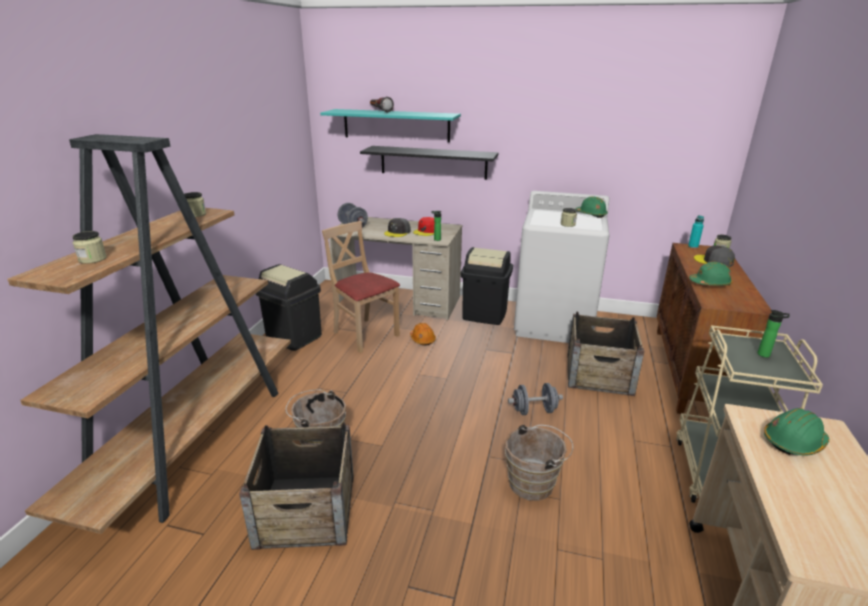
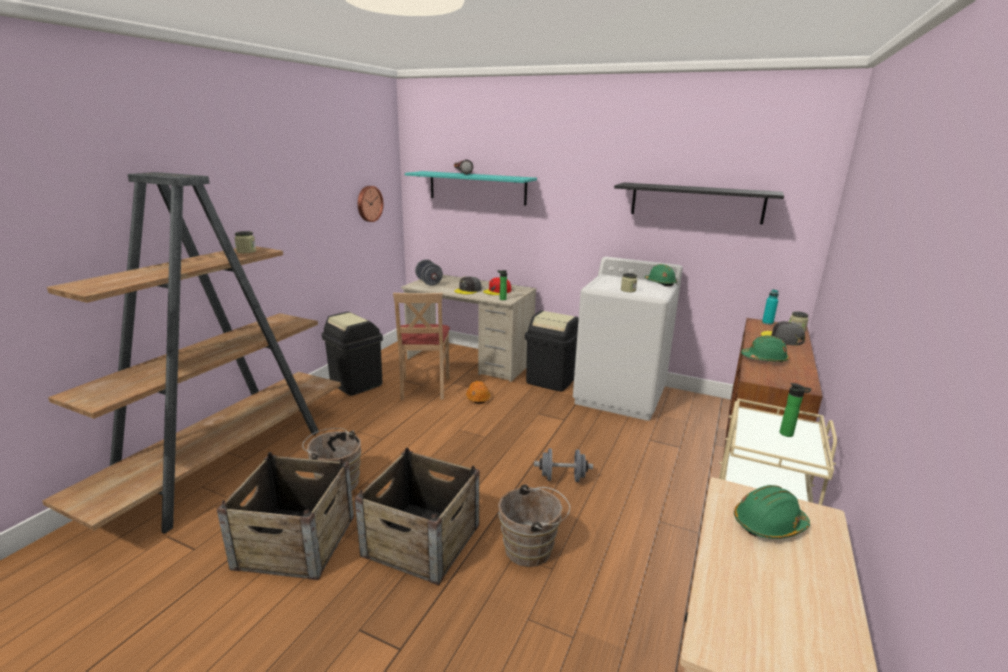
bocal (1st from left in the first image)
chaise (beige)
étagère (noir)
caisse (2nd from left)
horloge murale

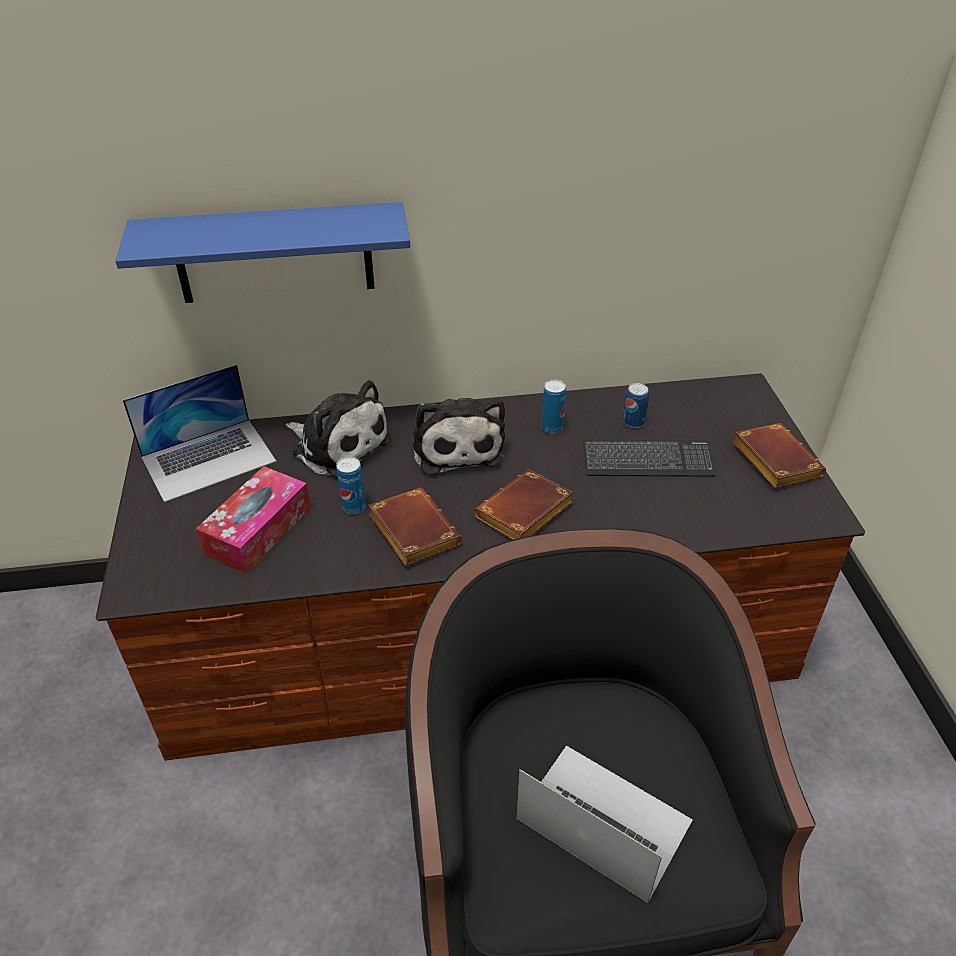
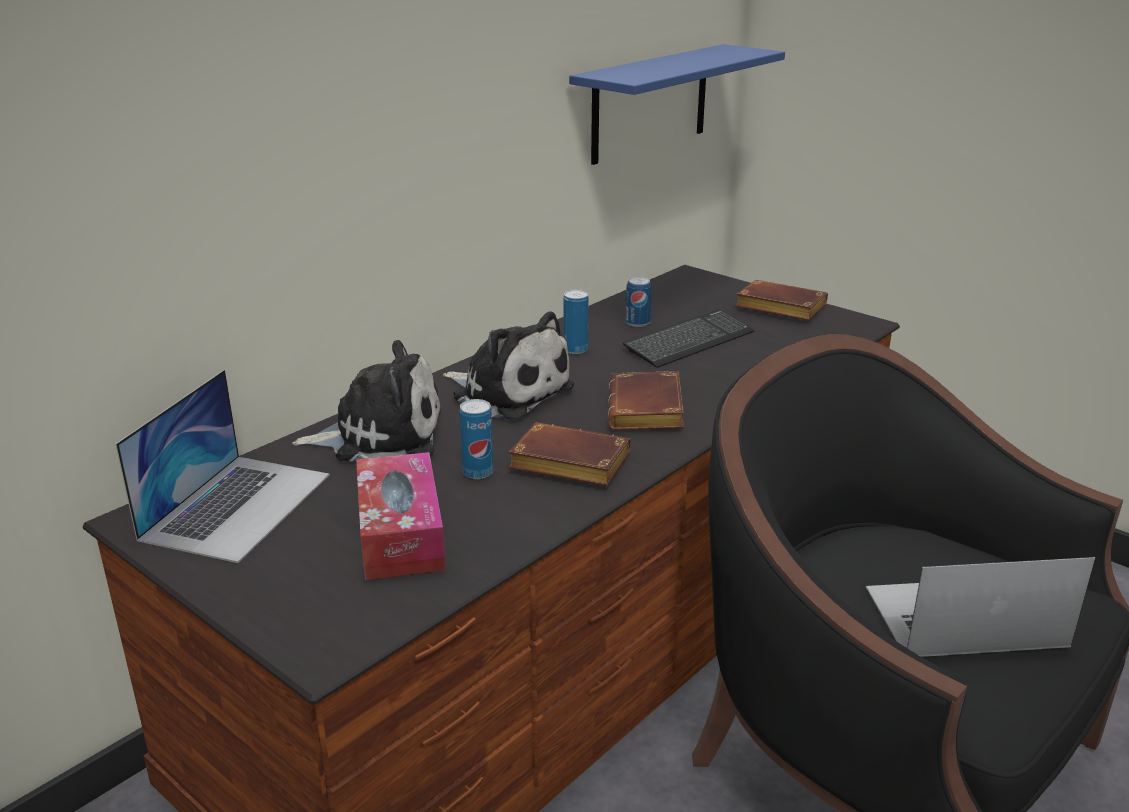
étagère (bleu)

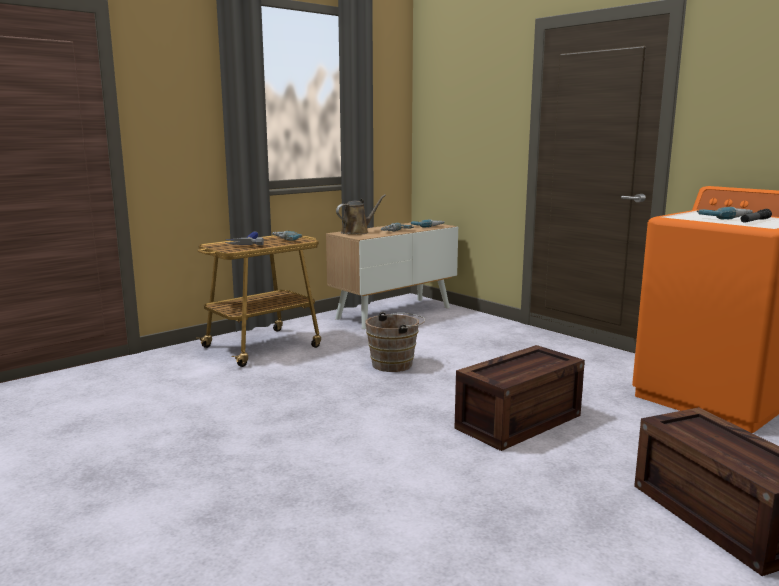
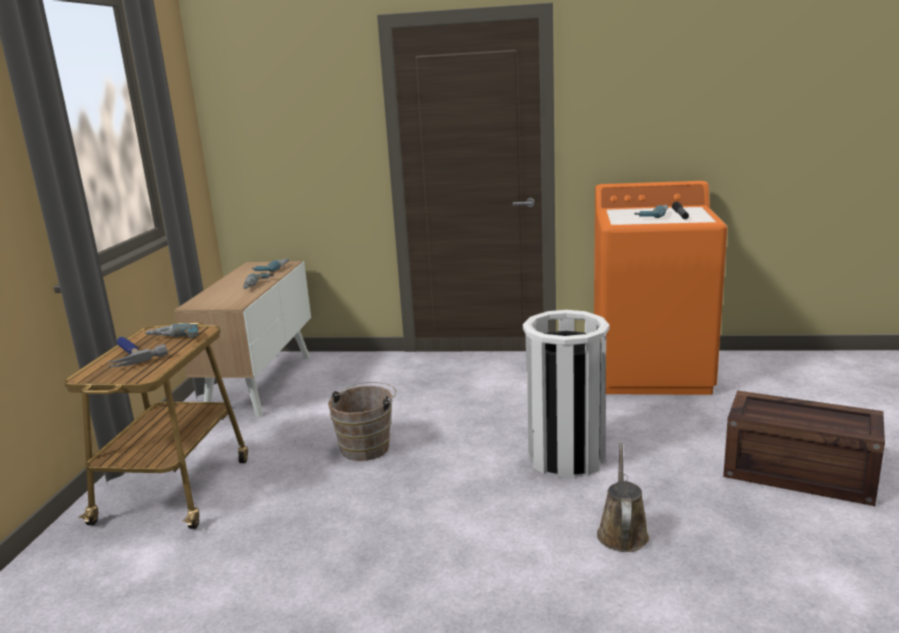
arrosoir (marron)
poubelle (blanc)

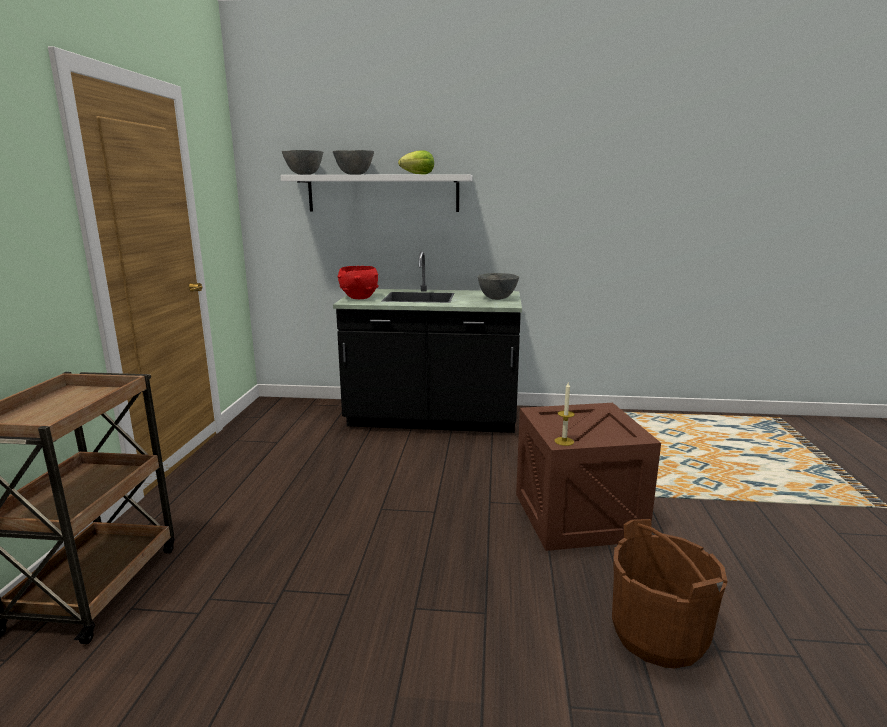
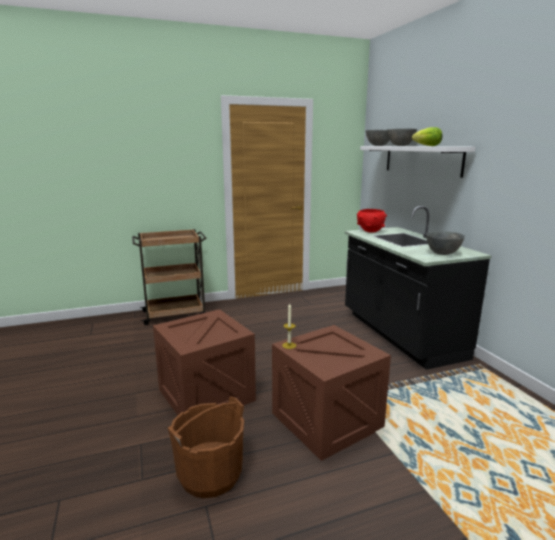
caisse (1st from left)

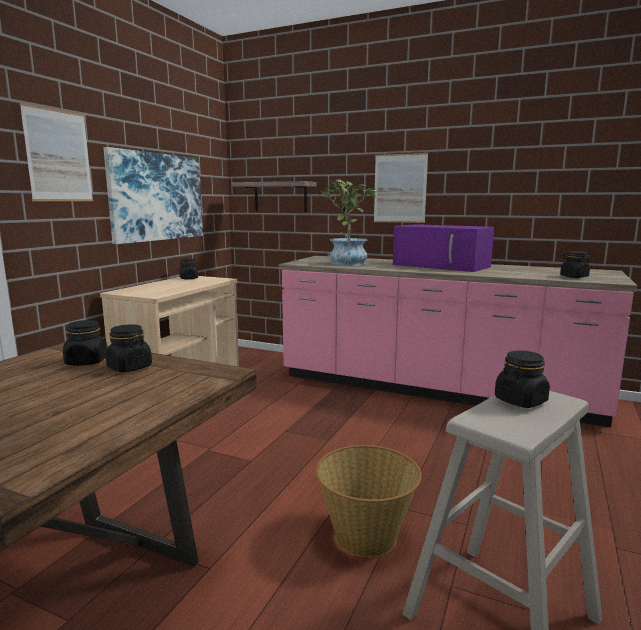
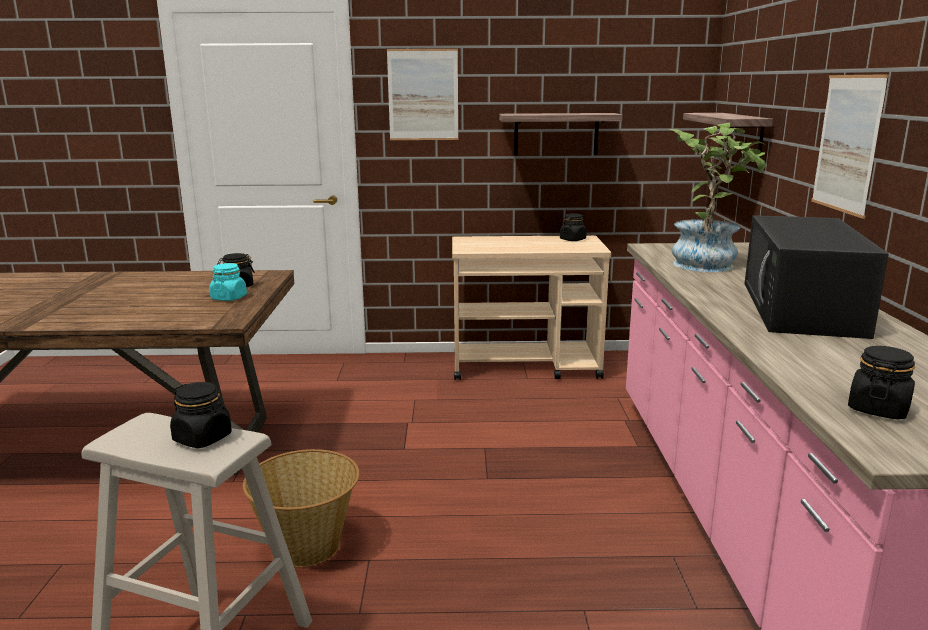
étagère (1st from left)
bocal (turquoise)
micro-ondes (noir)

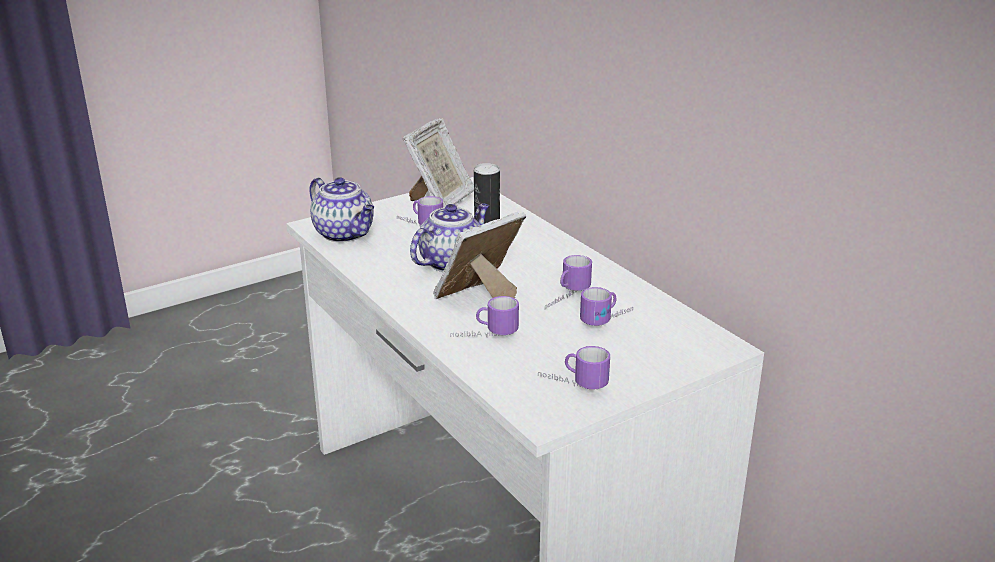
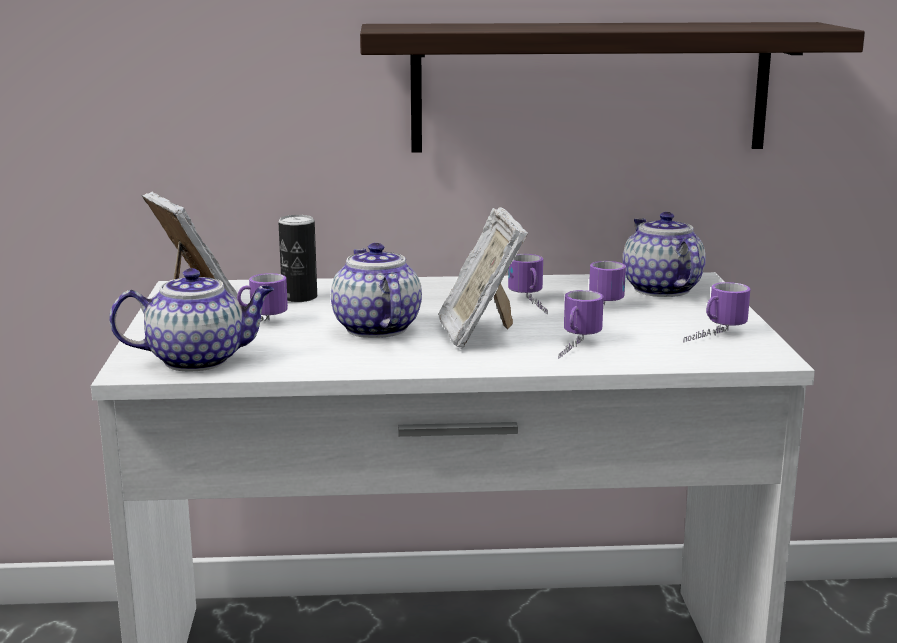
étagère
théière (3rd from left)

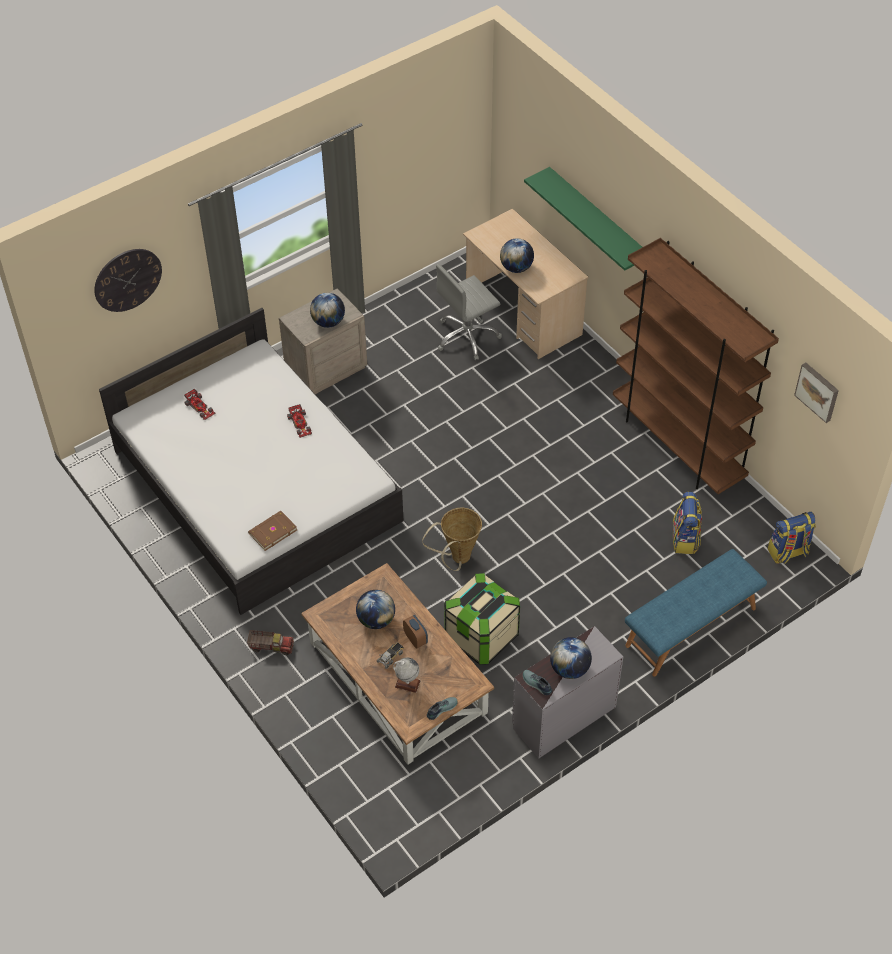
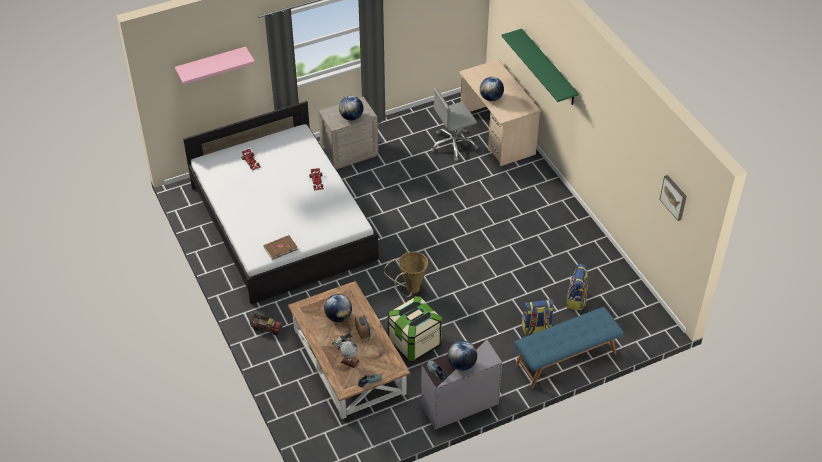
étagère (rose)
bibliothèque (marron)
sac à dos (1st from left)

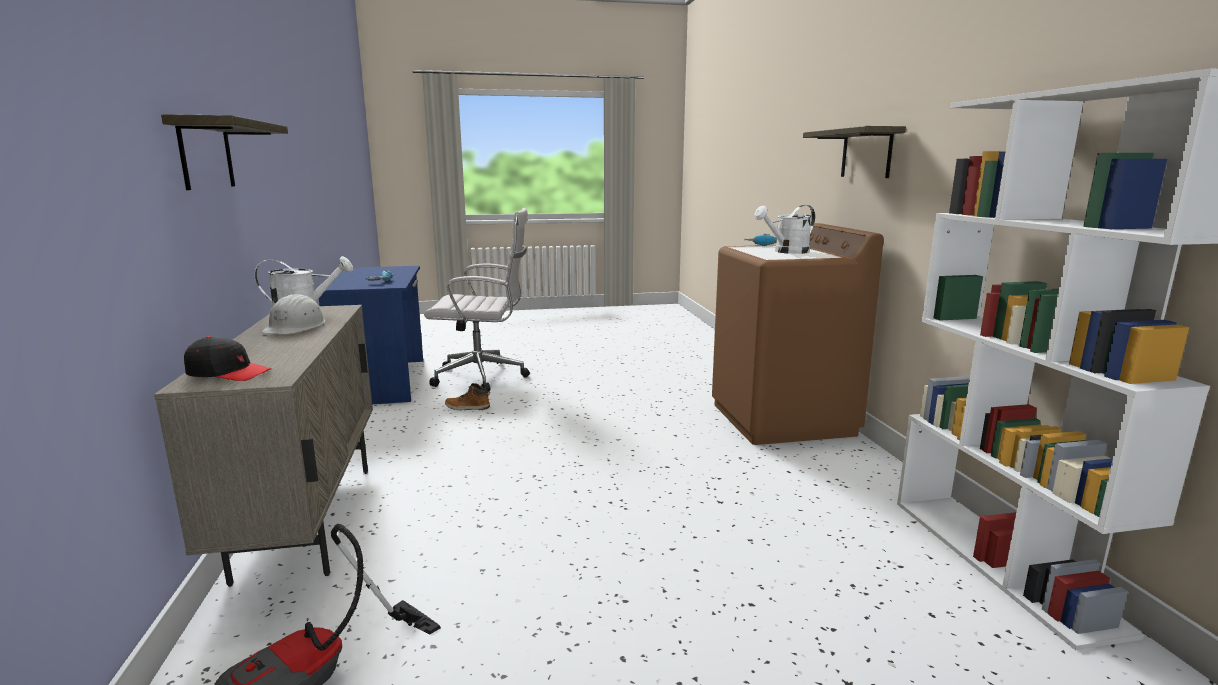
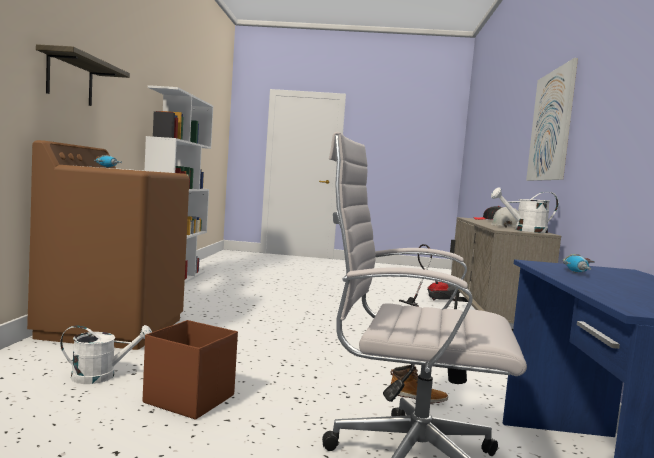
tableau
arrosoir (blanc) (1st from left)
boîte de rangement (marron)

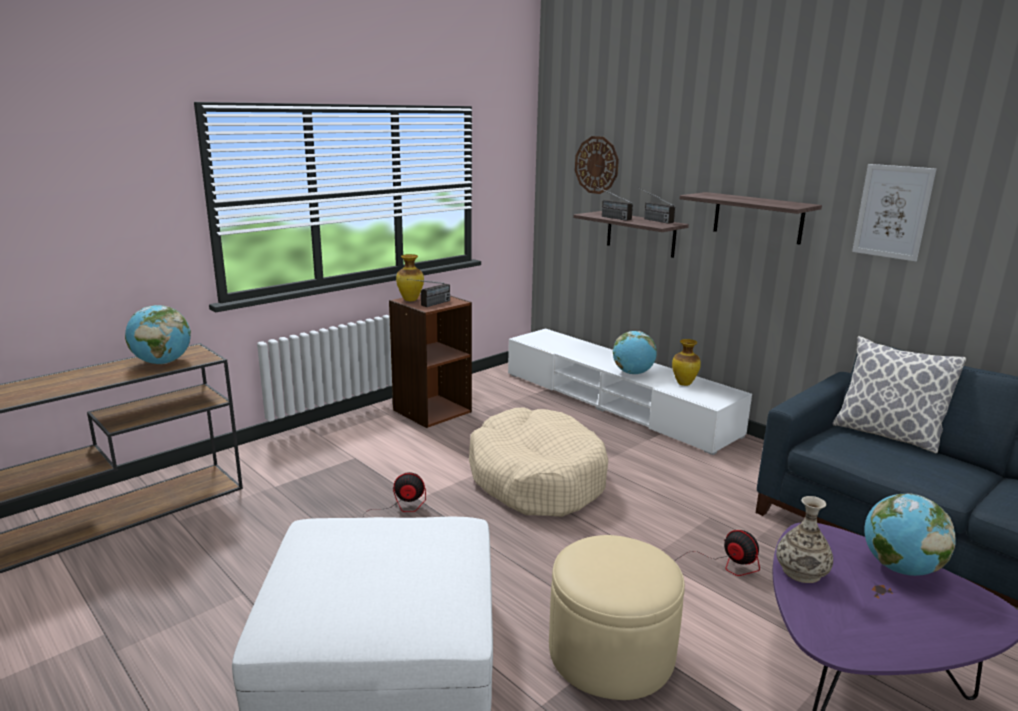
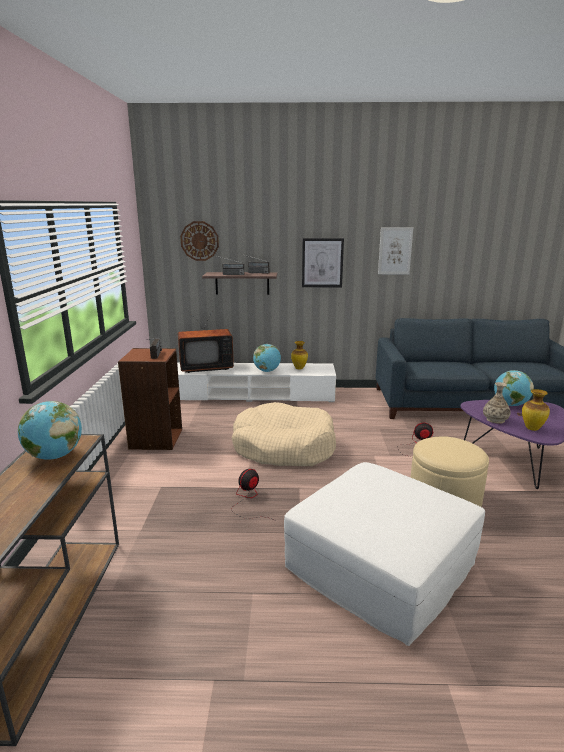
vase (3rd from left)
tableau (1st from left)
coussin
téléviseur

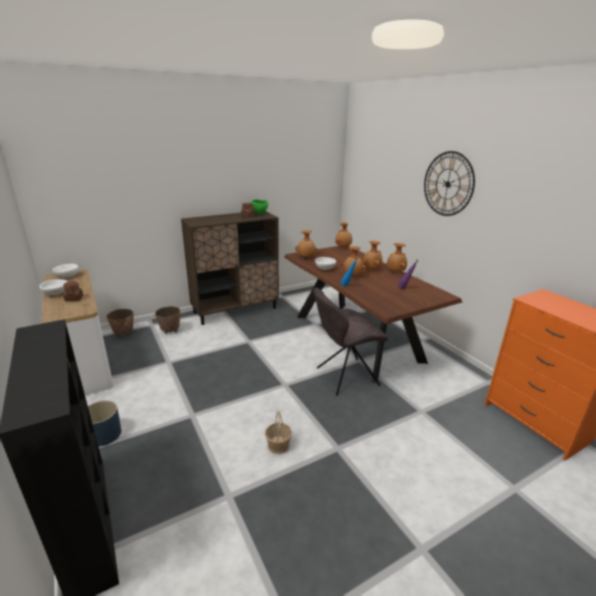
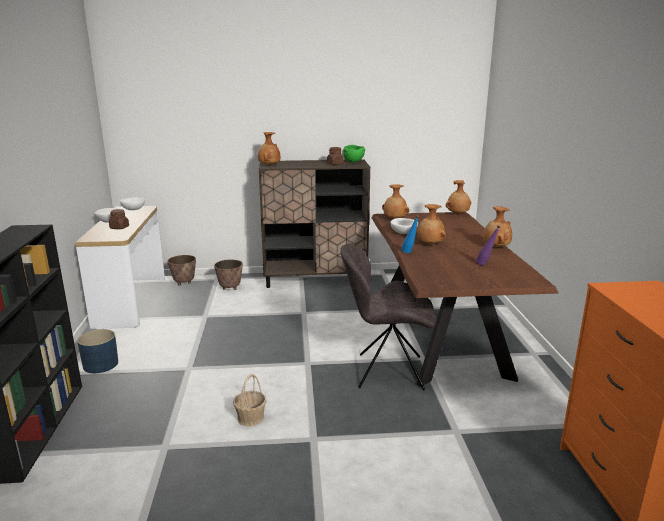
vase (marron) (1st from left)
horloge murale

